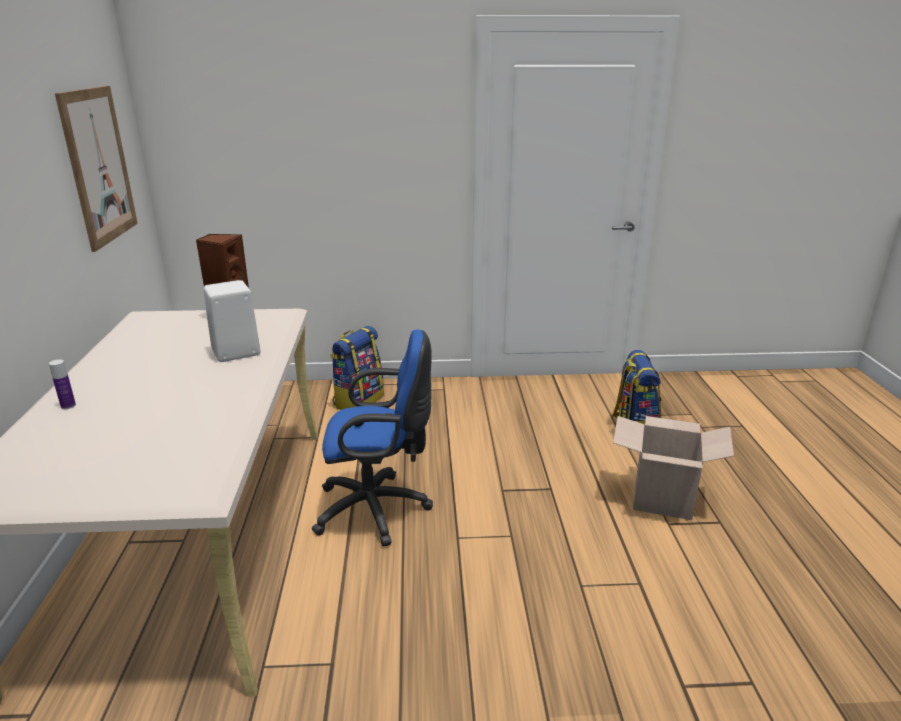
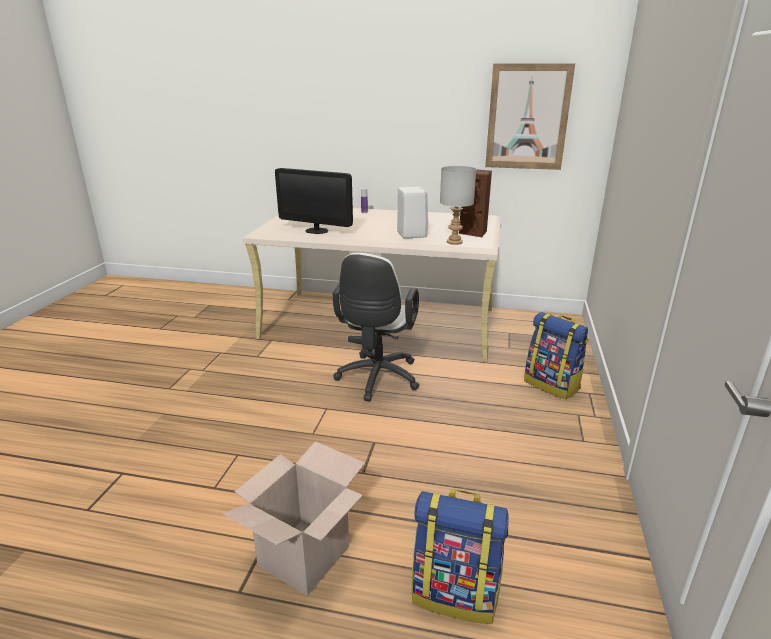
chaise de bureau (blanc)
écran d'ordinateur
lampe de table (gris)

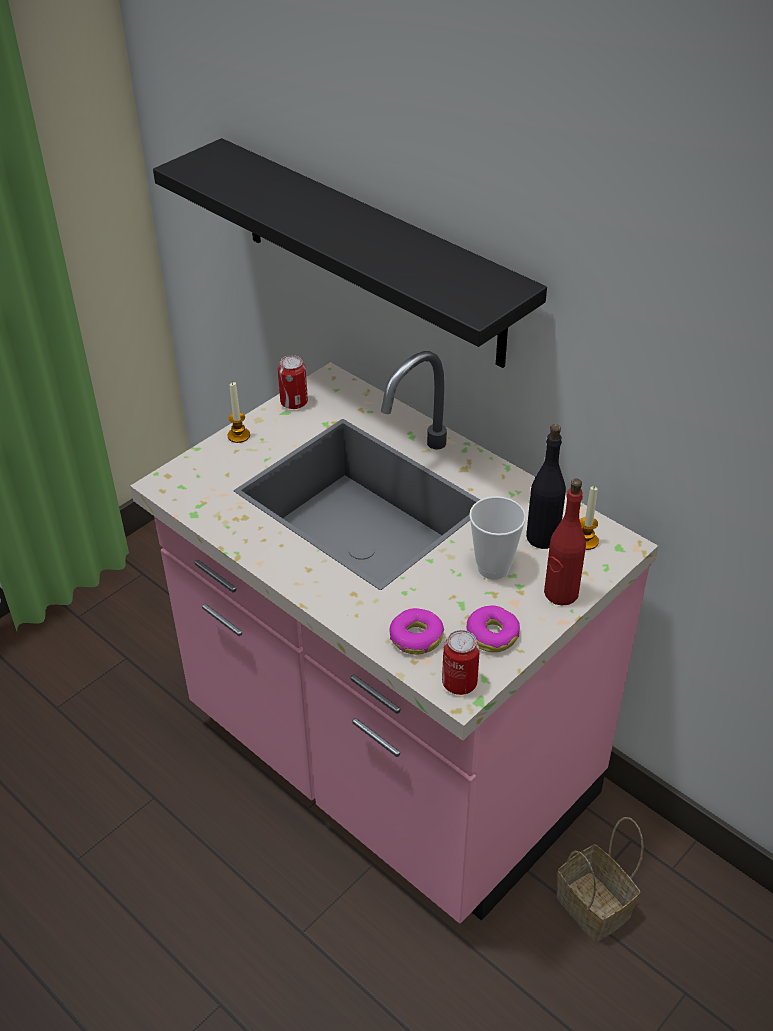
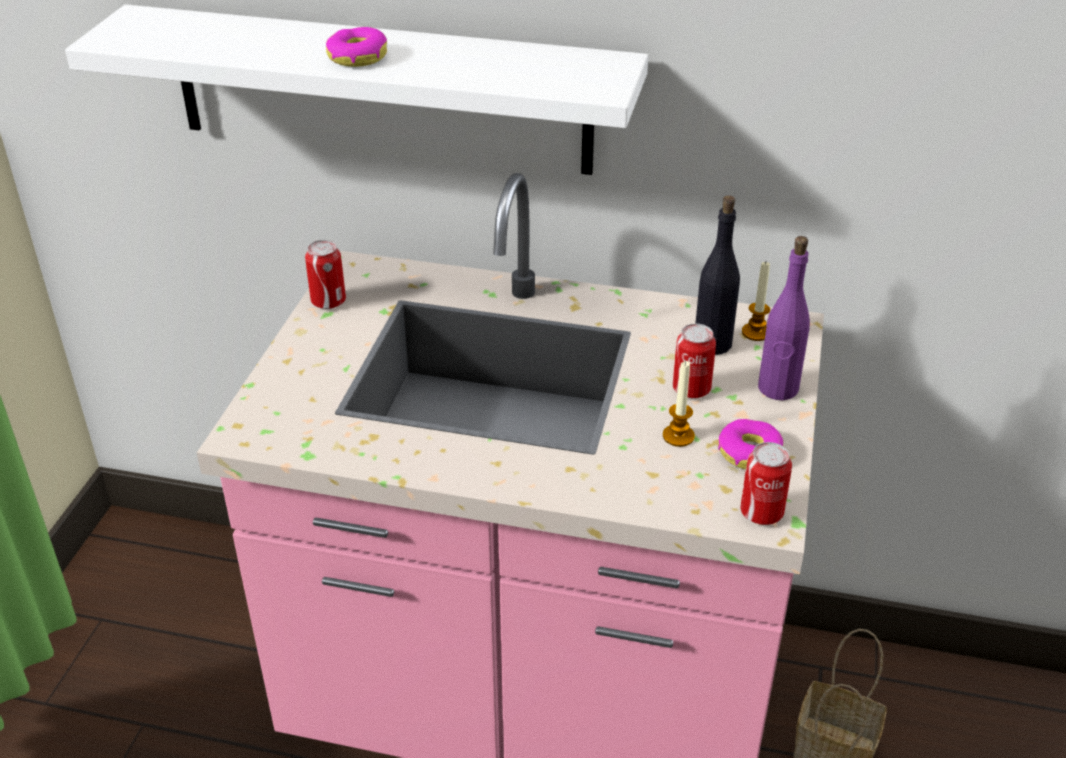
étagère (blanc)
bougie (1st from left)
beignet (1st from left)
boîte métallique (2nd from left)
bouteille (violet)

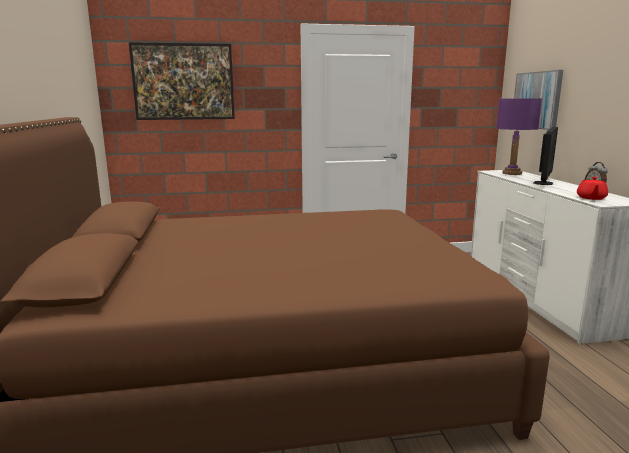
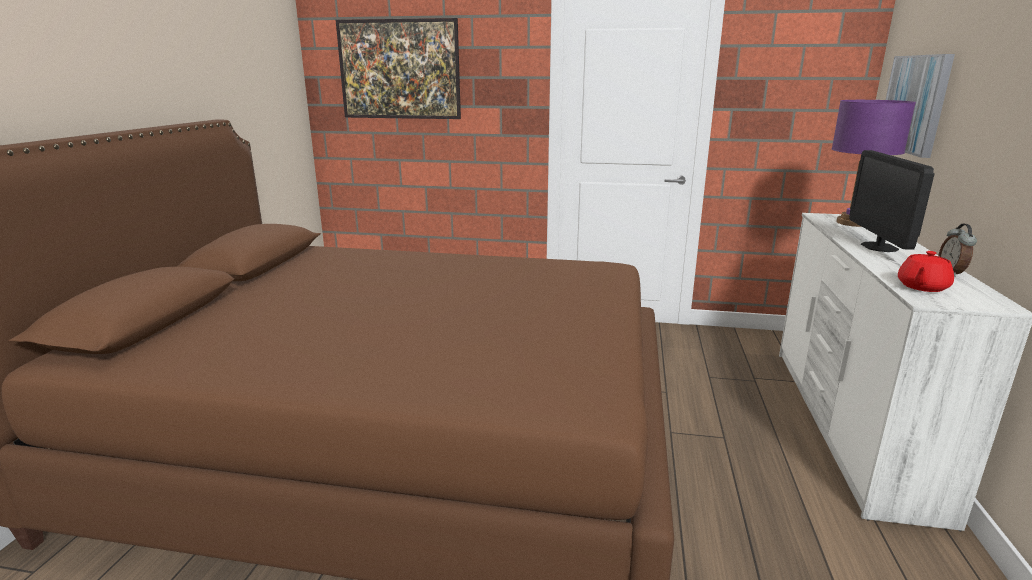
écran d'ordinateur

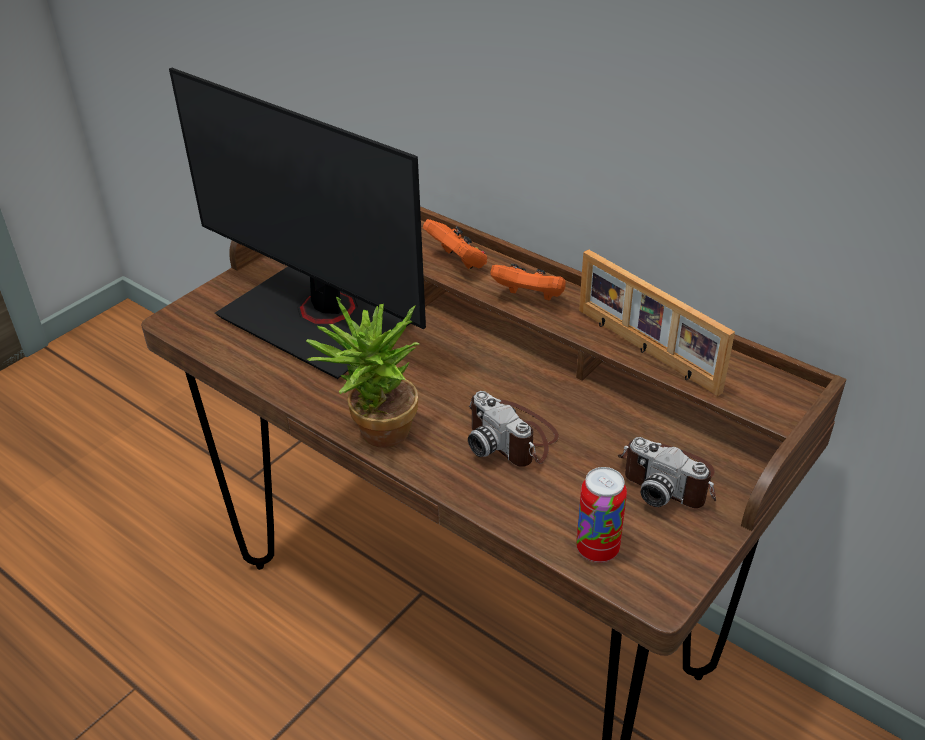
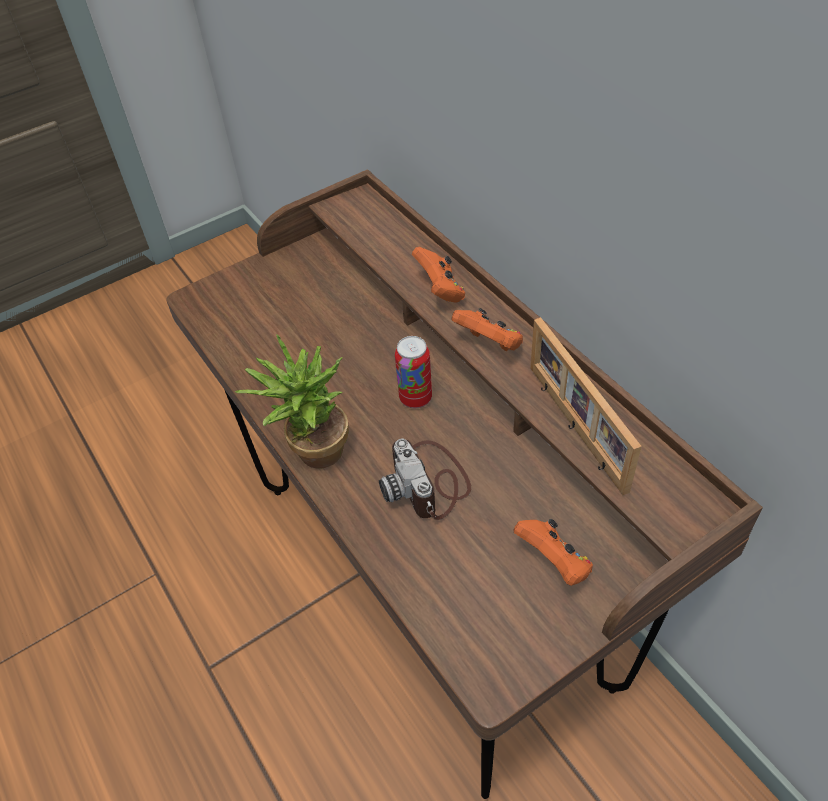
écran d'ordinateur
boîte métallique
manette (orange) (3rd from left)

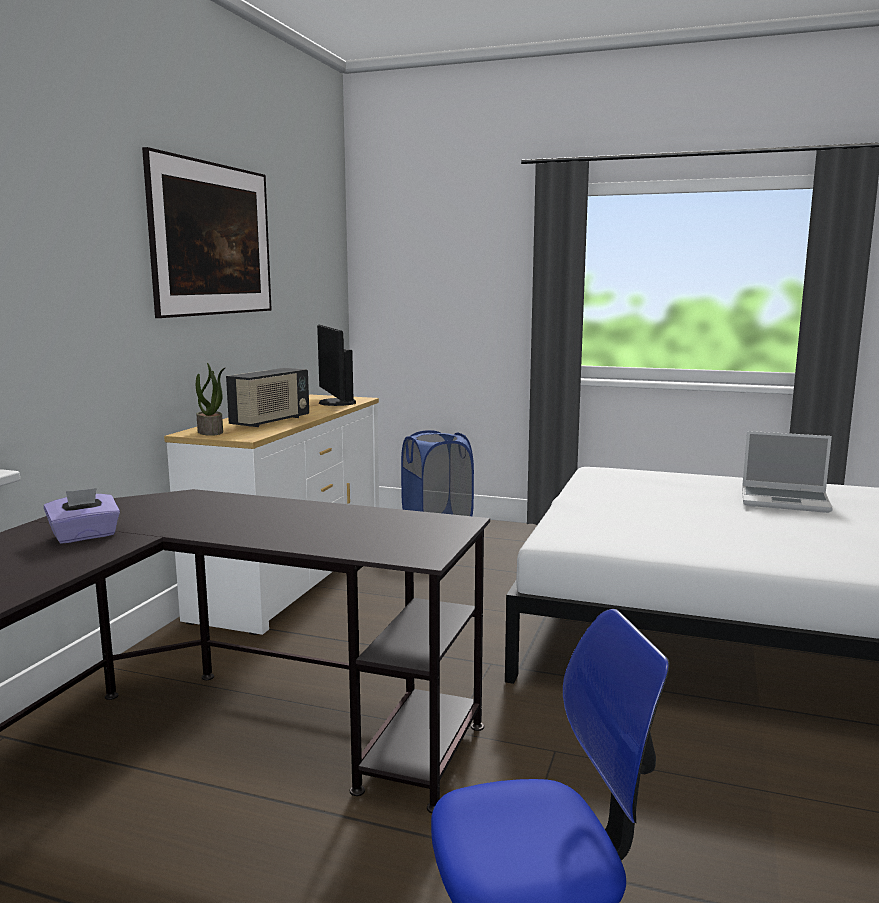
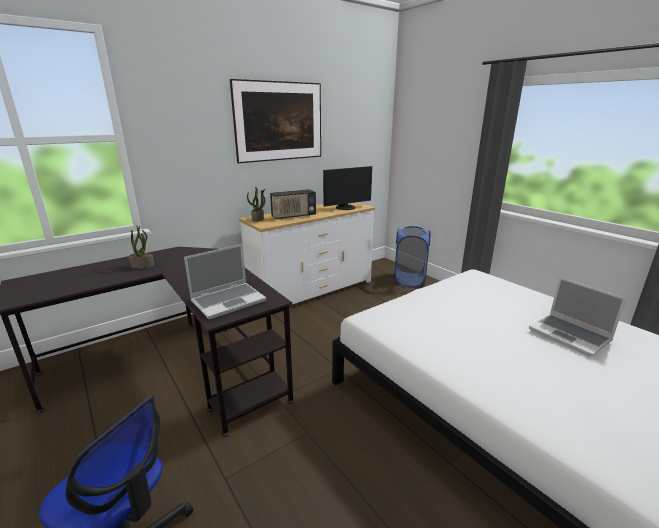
plante en pot (1st from left)
écran d'ordinateur
ordinateur portable (1st from left)

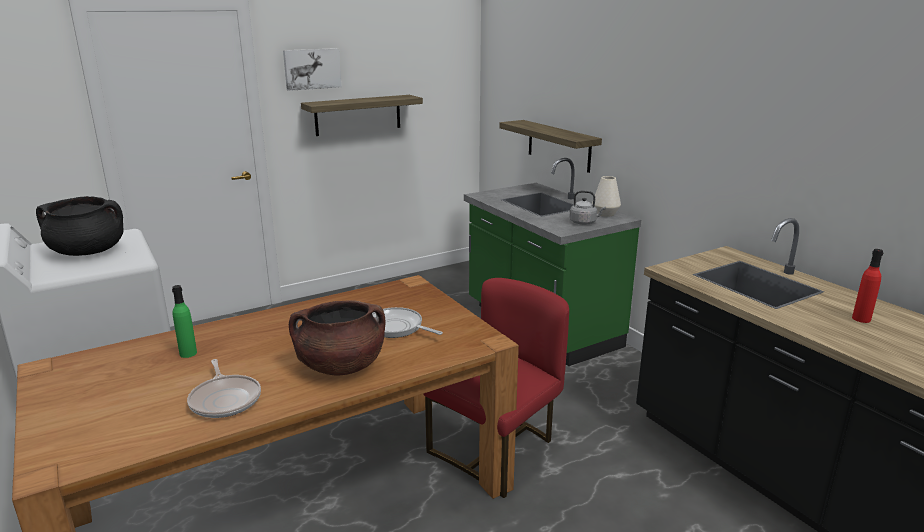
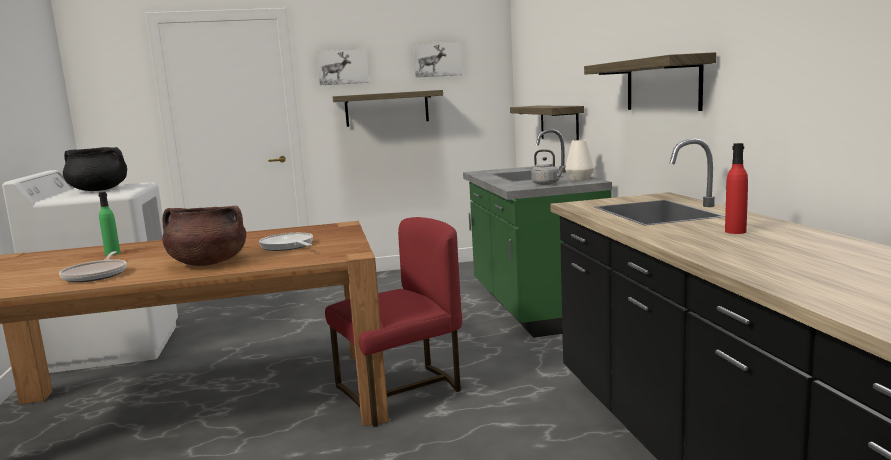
tableau (2nd from left)
étagère (3rd from left)

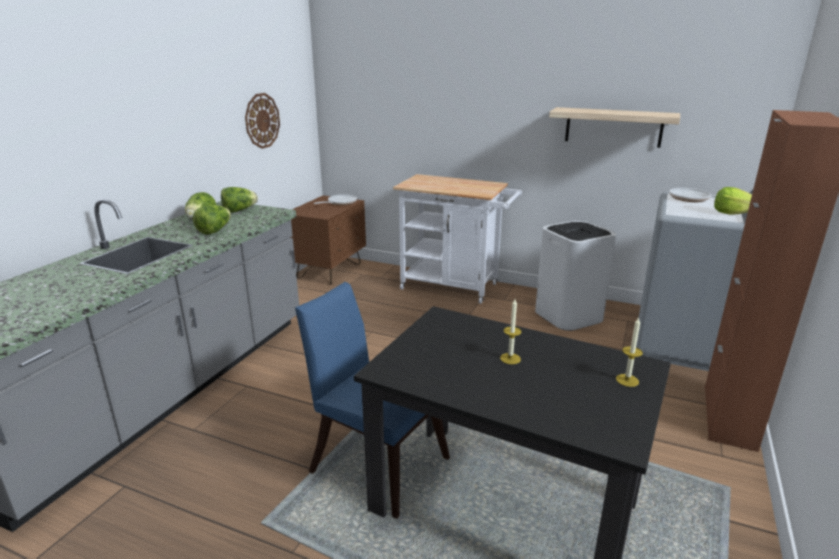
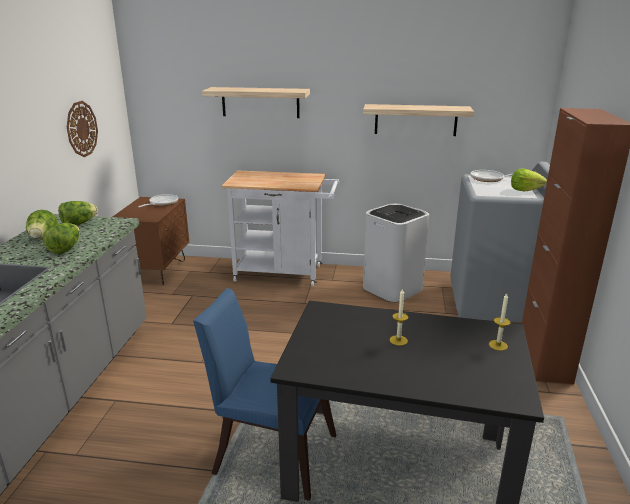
étagère (1st from left)

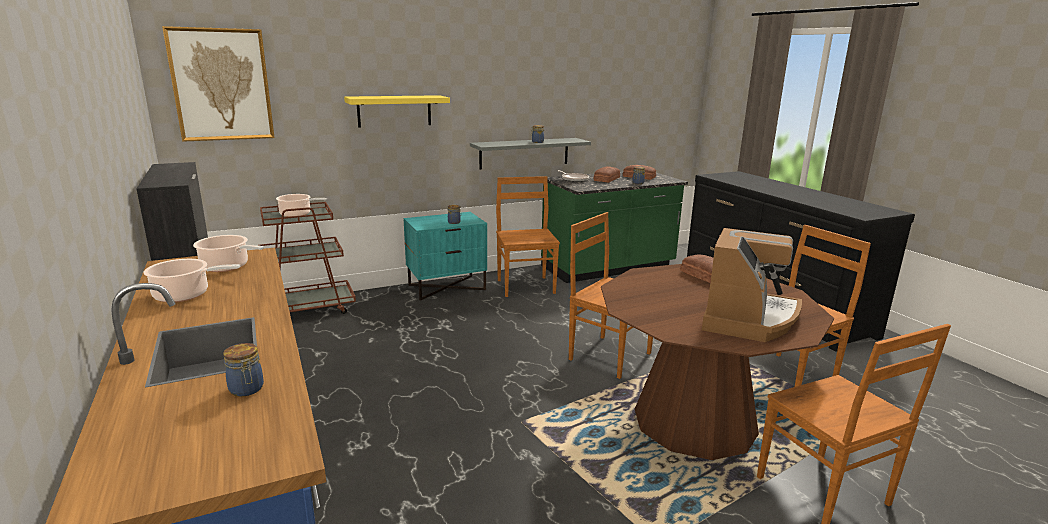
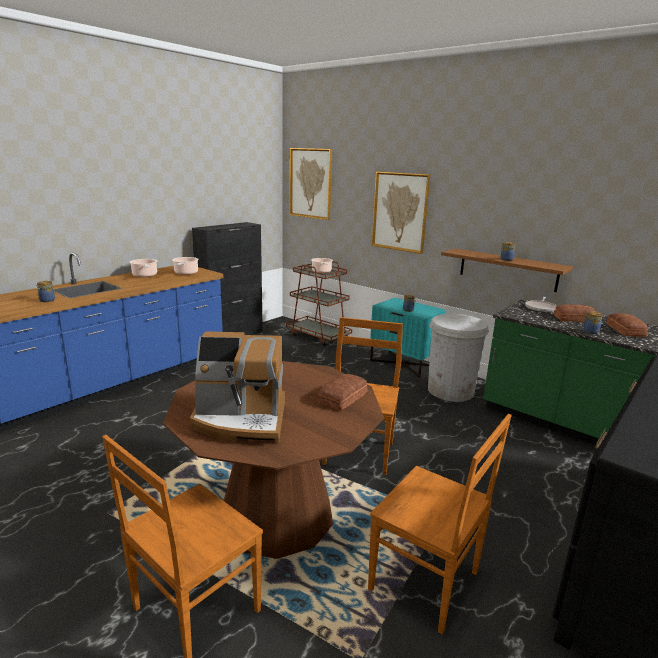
tableau (2nd from left)
étagère (marron)
poubelle (blanc)

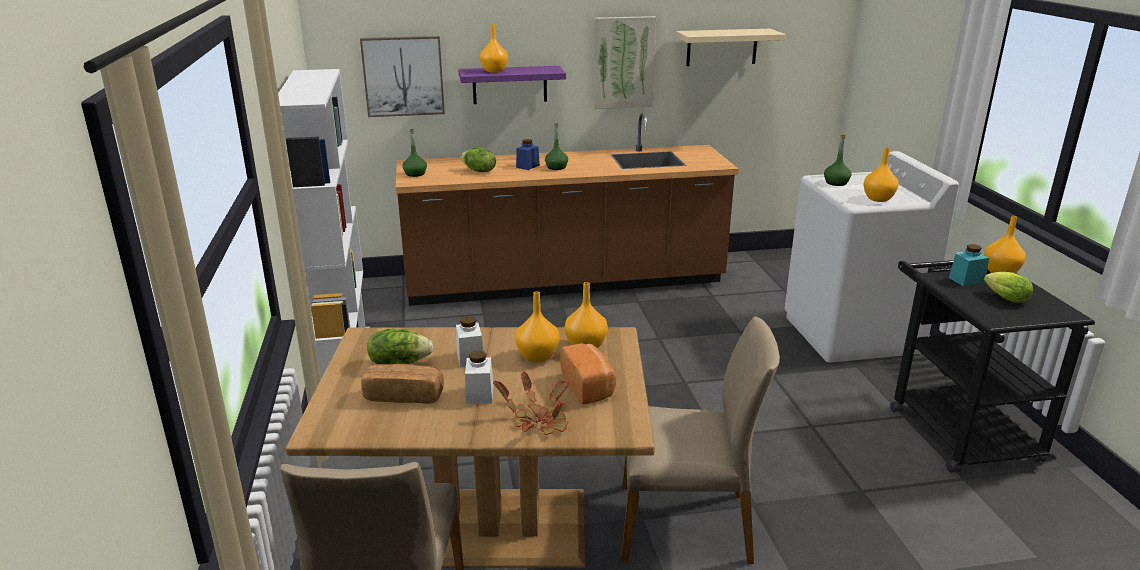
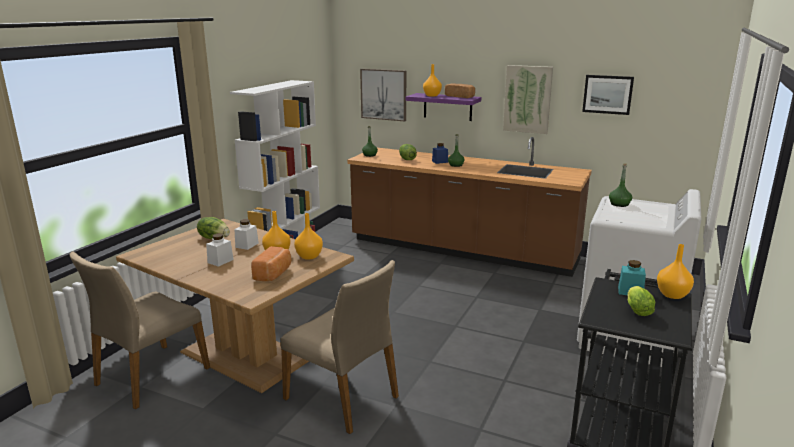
pain (2nd from left)
plante en pot
tableau (3rd from left)
vase (orange) (4th from left in the first image)

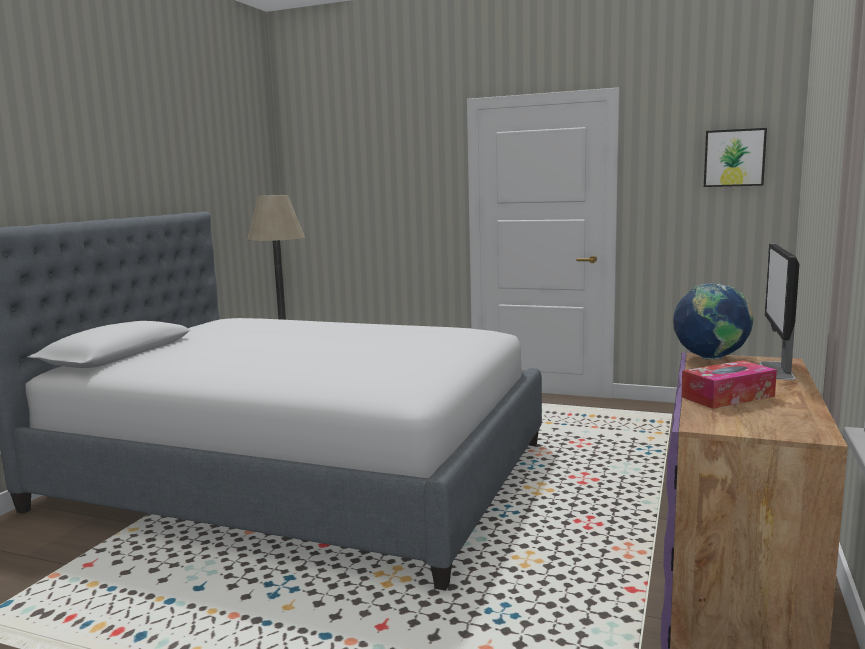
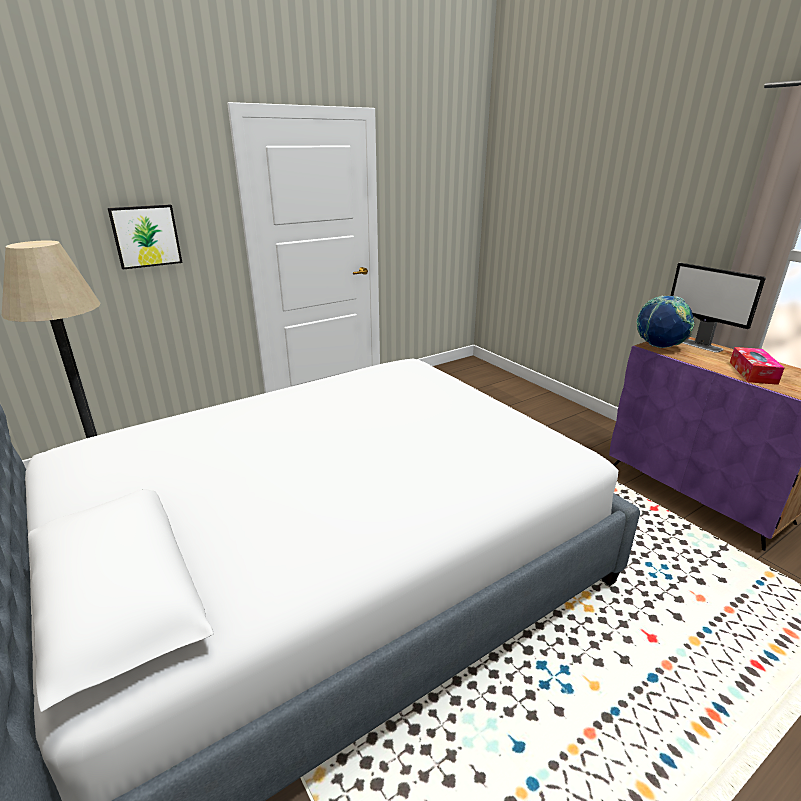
tableau

